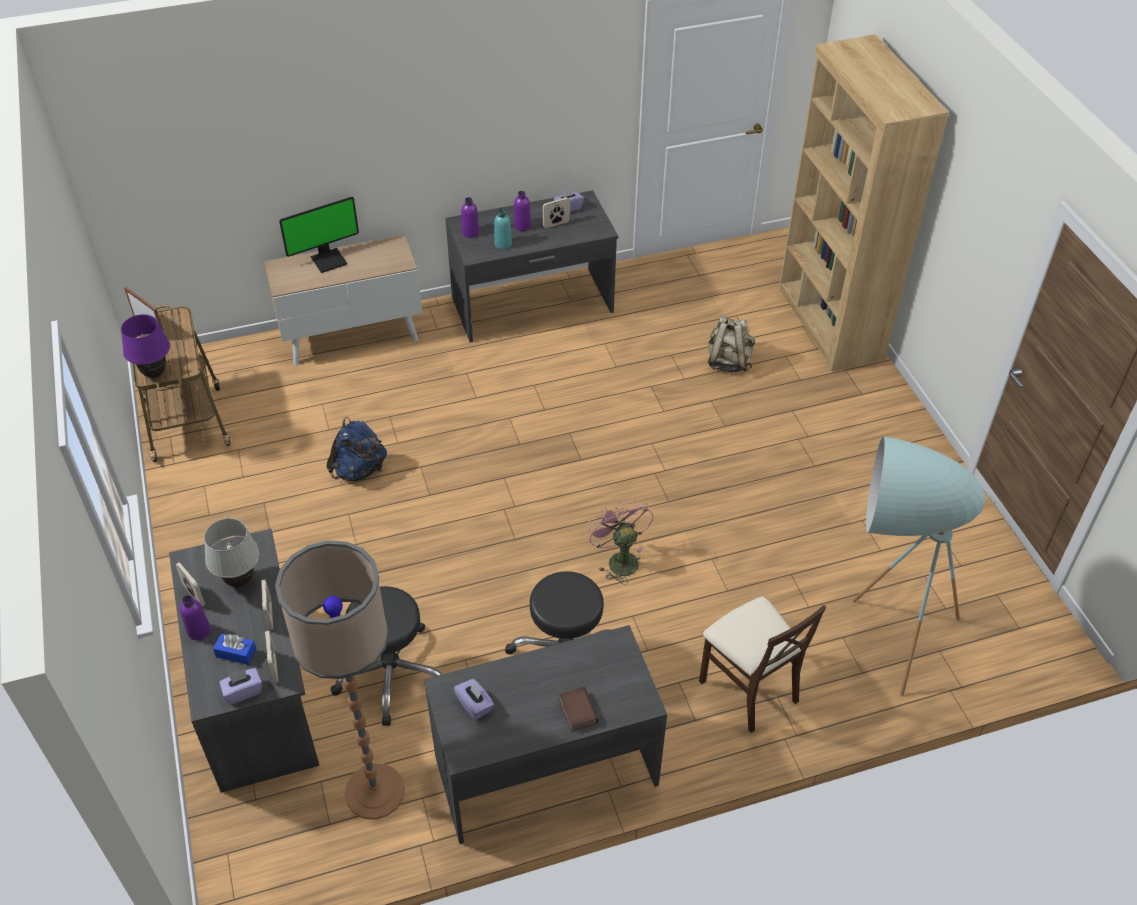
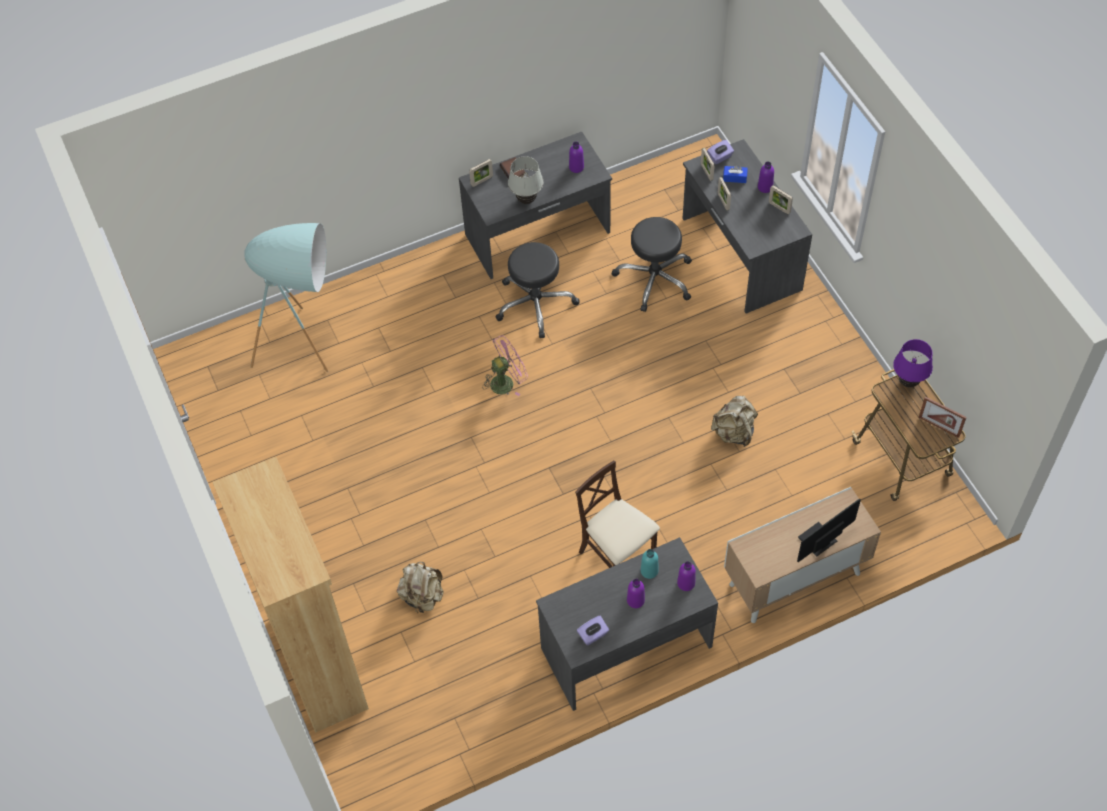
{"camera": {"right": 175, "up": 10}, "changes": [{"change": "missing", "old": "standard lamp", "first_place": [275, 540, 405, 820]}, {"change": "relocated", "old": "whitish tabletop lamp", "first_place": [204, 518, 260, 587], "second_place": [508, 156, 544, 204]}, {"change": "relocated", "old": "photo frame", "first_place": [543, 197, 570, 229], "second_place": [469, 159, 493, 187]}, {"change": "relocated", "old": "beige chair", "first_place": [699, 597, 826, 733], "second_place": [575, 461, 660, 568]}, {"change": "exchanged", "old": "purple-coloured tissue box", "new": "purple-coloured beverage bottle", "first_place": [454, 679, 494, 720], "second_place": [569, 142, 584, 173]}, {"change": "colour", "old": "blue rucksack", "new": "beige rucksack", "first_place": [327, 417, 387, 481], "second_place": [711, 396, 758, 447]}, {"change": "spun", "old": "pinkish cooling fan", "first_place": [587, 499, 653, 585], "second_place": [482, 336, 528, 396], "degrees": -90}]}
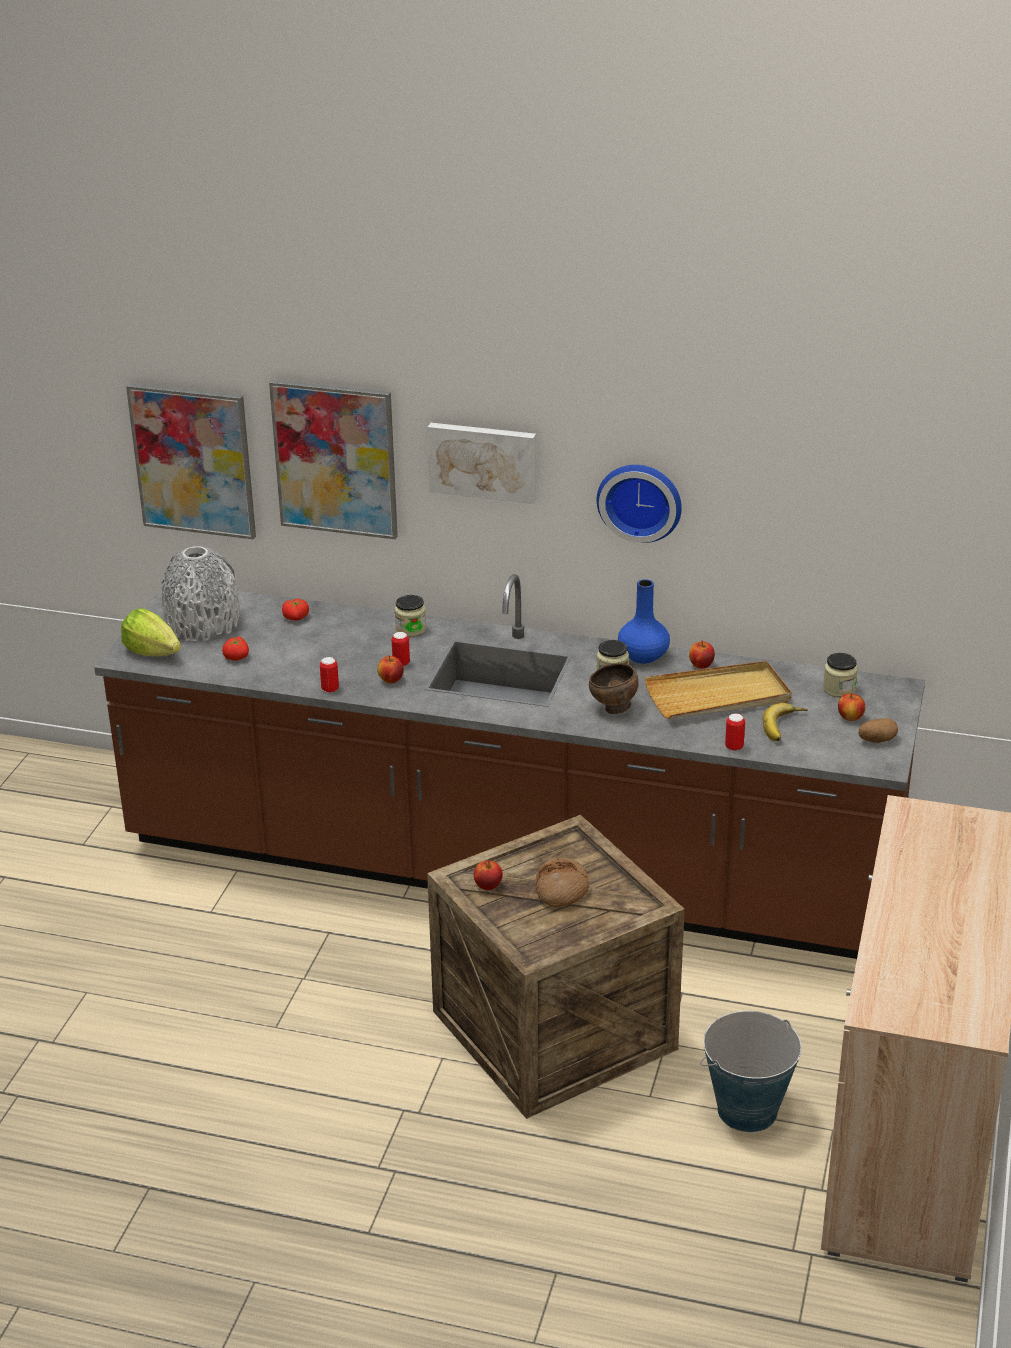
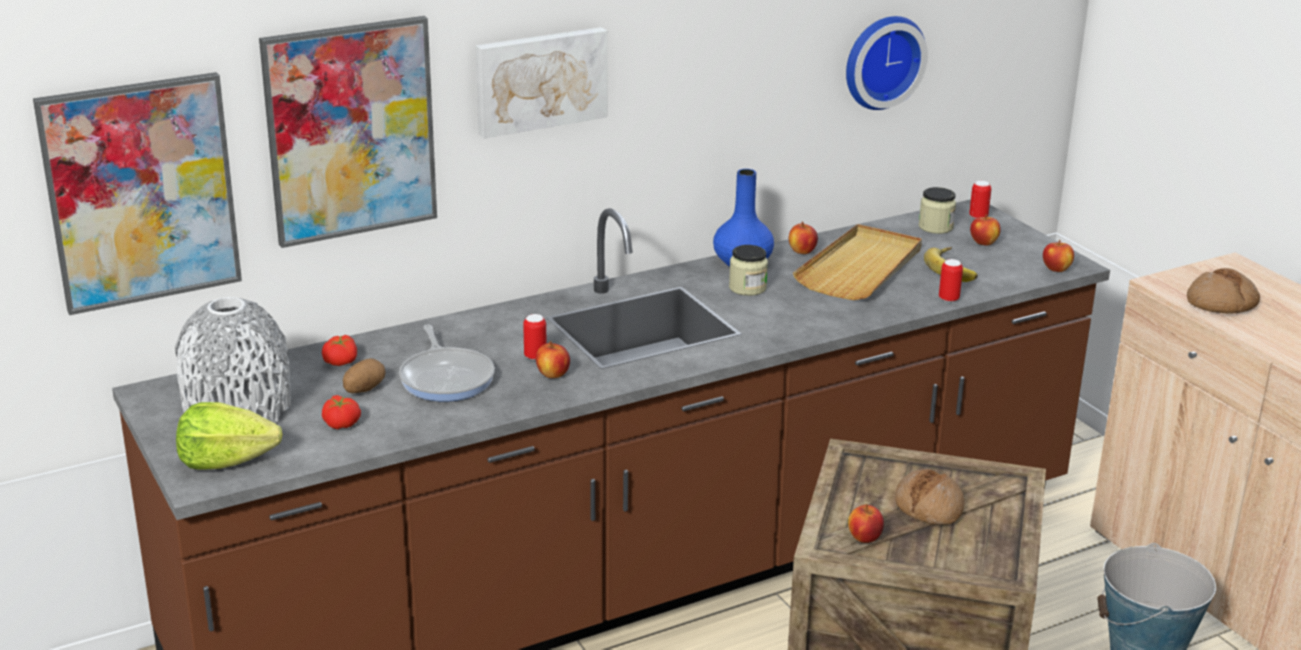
{"camera": {"right": -45, "up": -5}, "changes": [{"change": "missing", "old": "jar", "first_place": [395, 595, 426, 637]}, {"change": "missing", "old": "brownish serving bowl", "first_place": [589, 663, 639, 714]}, {"change": "appeared", "new": "frying pan", "second_place": [399, 324, 495, 402]}, {"change": "appeared", "new": "apple", "second_place": [1043, 240, 1074, 272]}, {"change": "appeared", "new": "bakery bread", "second_place": [1187, 268, 1260, 313]}, {"change": "relocated", "old": "metal can", "first_place": [320, 657, 339, 693], "second_place": [969, 181, 991, 219]}, {"change": "relocated", "old": "hanging clock", "first_place": [597, 465, 682, 543], "second_place": [846, 16, 928, 110]}, {"change": "relocated", "old": "spud", "first_place": [859, 718, 898, 743], "second_place": [343, 358, 386, 393]}]}
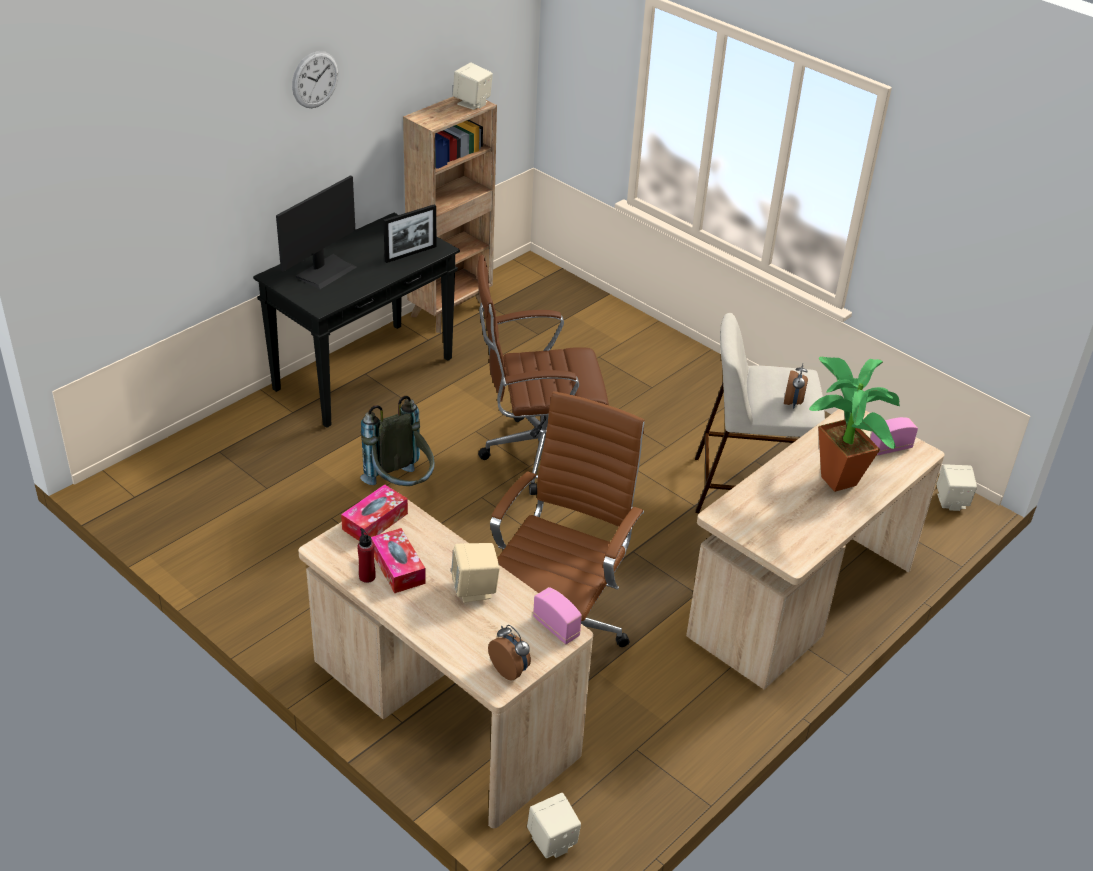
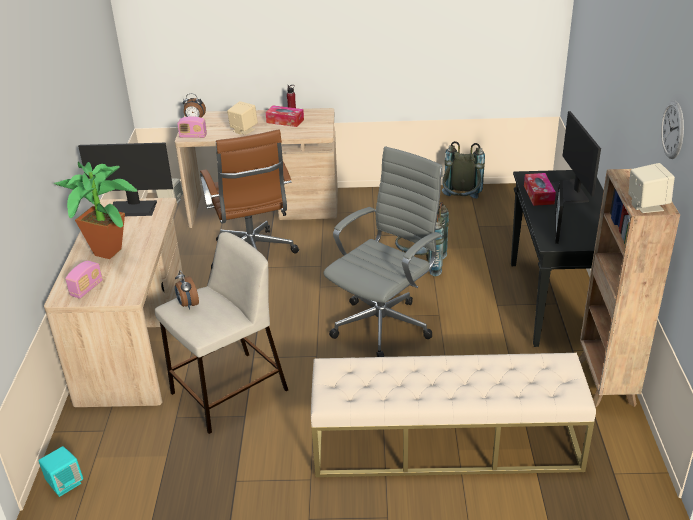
{"camera": {"right": 140, "up": -5}, "changes": [{"change": "appeared", "new": "monitor", "second_place": [78, 143, 173, 216]}, {"change": "appeared", "new": "beige indoor bench", "second_place": [311, 353, 596, 477]}, {"change": "appeared", "new": "gray rucksack", "second_place": [442, 141, 485, 199]}, {"change": "relocated", "old": "hanging clock", "first_place": [292, 51, 338, 108], "second_place": [661, 101, 684, 159]}, {"change": "relocated", "old": "tissue box", "first_place": [341, 484, 408, 541], "second_place": [524, 173, 556, 206]}, {"change": "colour", "old": "brownish computer chair", "new": "gray computer chair", "first_place": [477, 255, 609, 495], "second_place": [323, 146, 443, 357]}, {"change": "colour", "old": "beige loudspeaker", "new": "blue-green loudspeaker", "first_place": [936, 464, 977, 511], "second_place": [39, 446, 83, 497]}]}
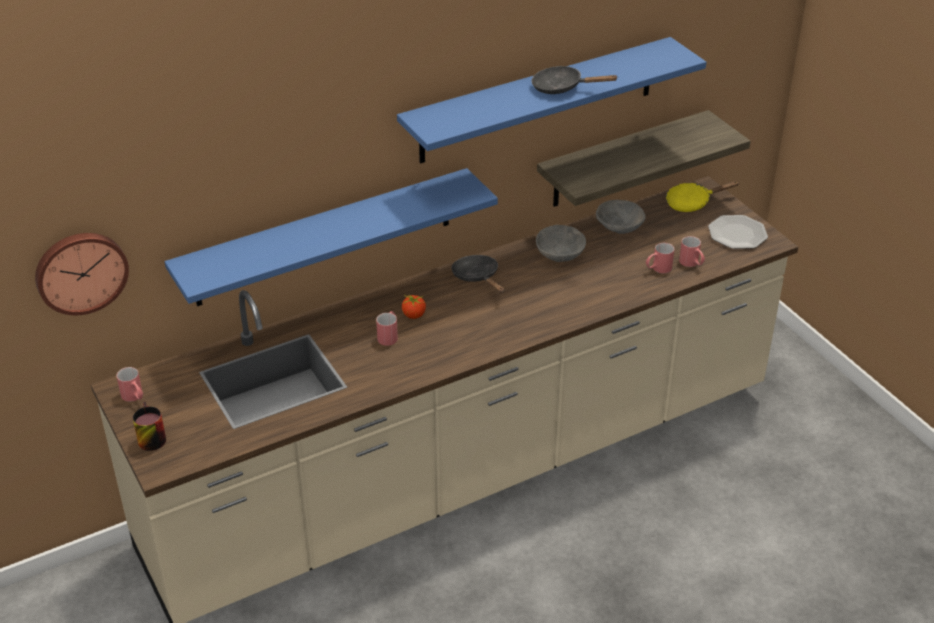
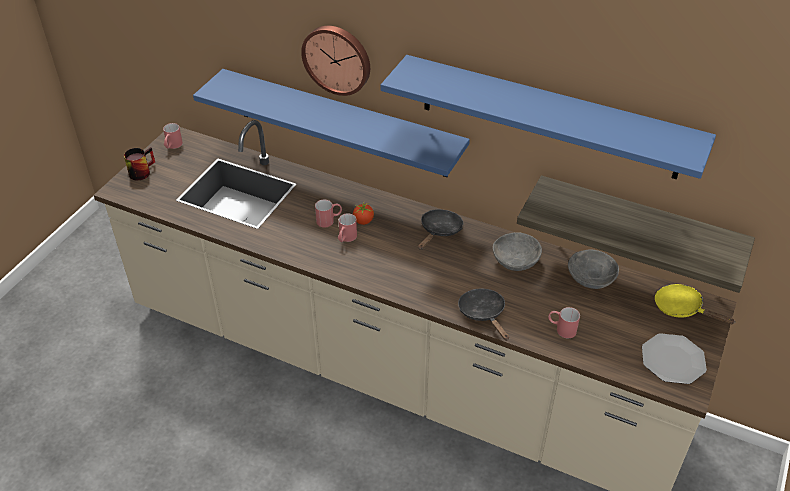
{"camera": {"right": 55, "up": 5}, "changes": [{"change": "relocated", "old": "hanging clock", "first_place": [35, 233, 129, 315], "second_place": [301, 26, 370, 96]}, {"change": "relocated", "old": "blackish frying pan", "first_place": [531, 66, 618, 94], "second_place": [458, 288, 509, 341]}, {"change": "relocated", "old": "red-coloured coffee mug", "first_place": [679, 236, 705, 267], "second_place": [338, 213, 357, 242]}]}
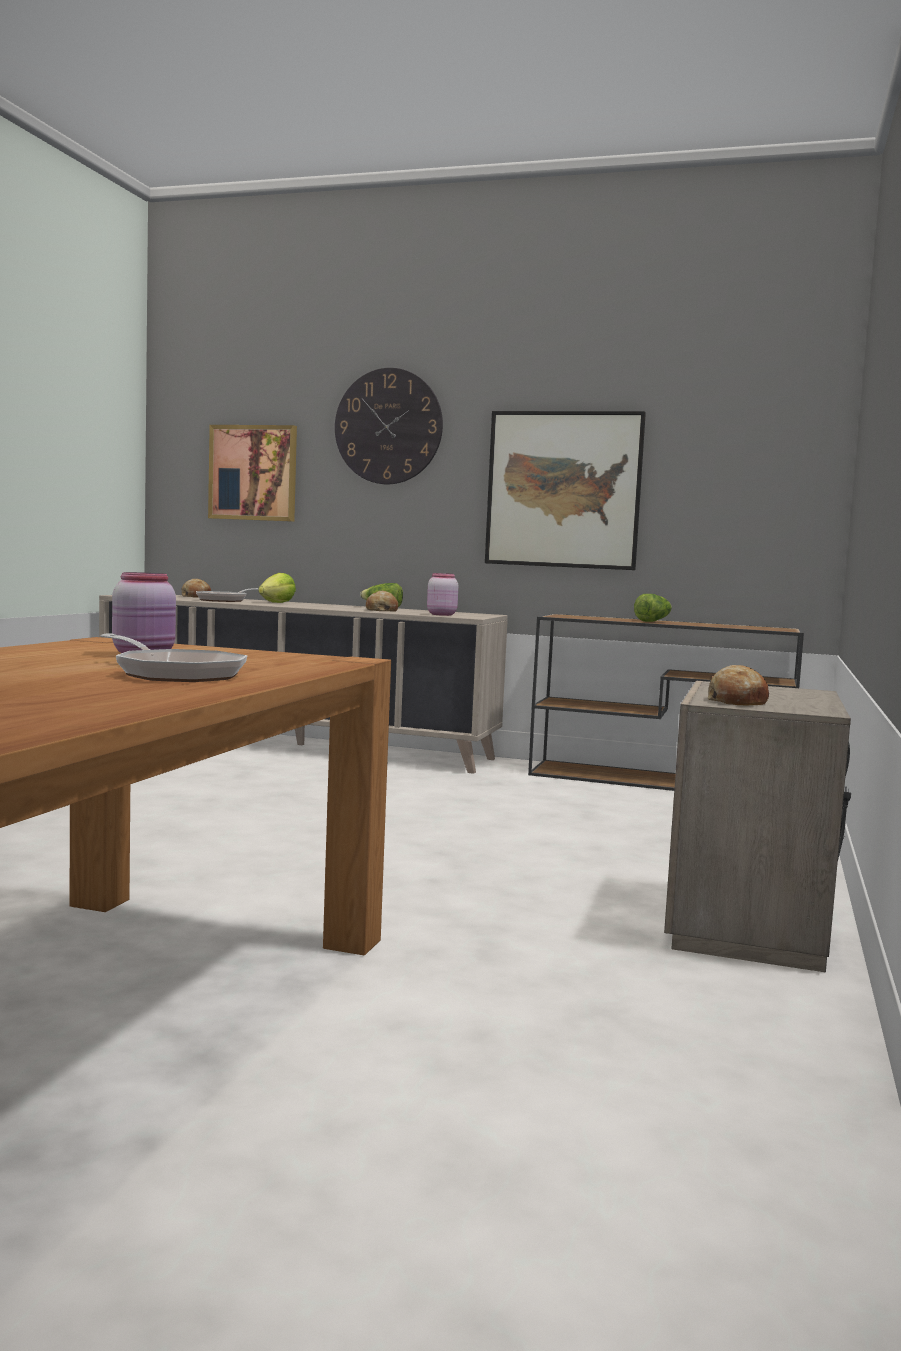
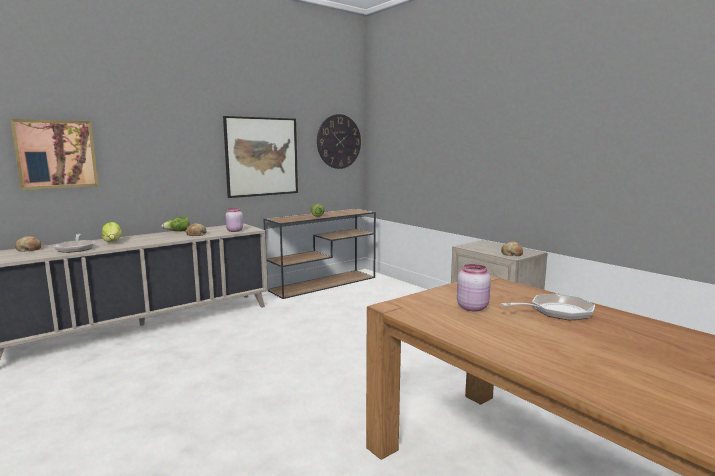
{"camera": {"right": -55, "up": 5}, "changes": [{"change": "relocated", "old": "hanging clock", "first_place": [335, 368, 443, 484], "second_place": [317, 114, 361, 169]}]}
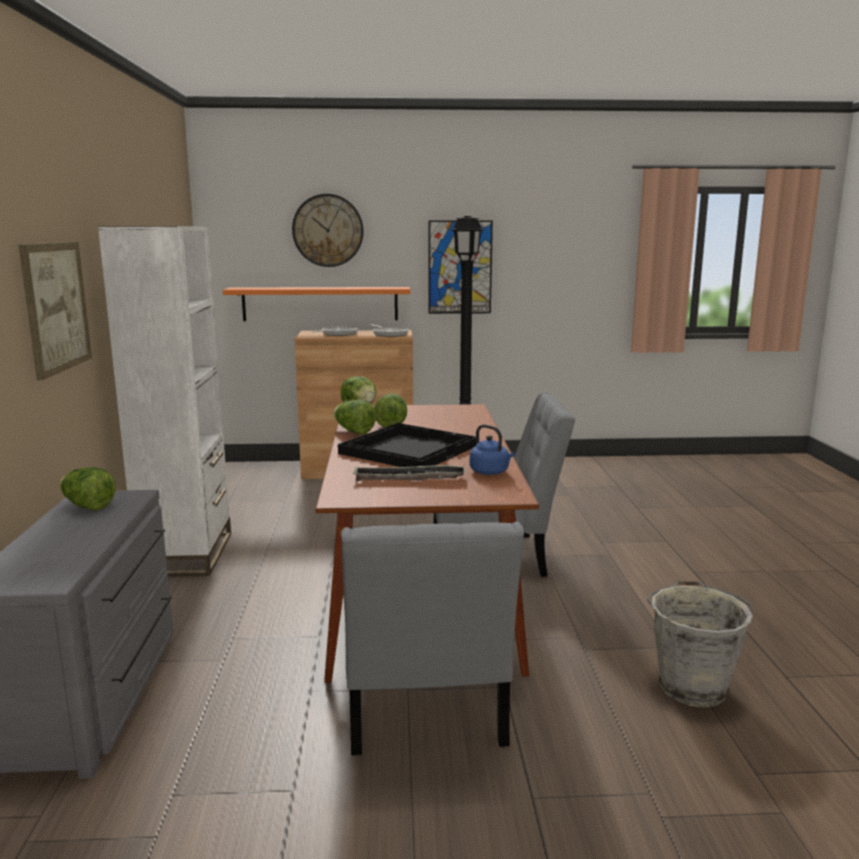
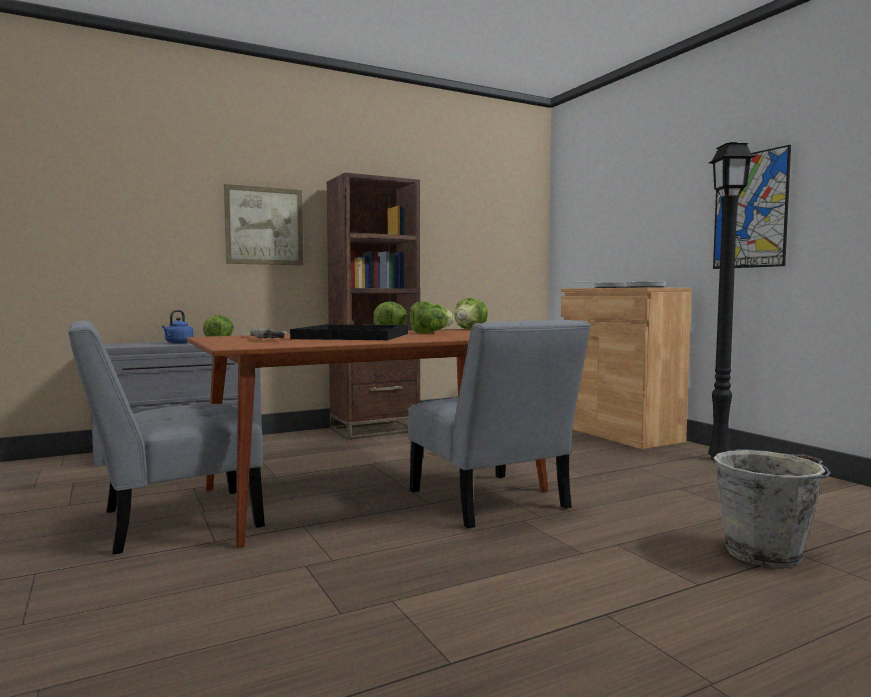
{"camera": {"right": 65, "up": -10}, "changes": [{"change": "missing", "old": "orange-coloured shelf", "first_place": [223, 287, 411, 321]}, {"change": "missing", "old": "hanging clock", "first_place": [292, 194, 363, 267]}, {"change": "relocated", "old": "blue kettle", "first_place": [470, 425, 514, 475], "second_place": [162, 310, 193, 344]}, {"change": "relocated", "old": "gray pail", "first_place": [647, 580, 753, 708], "second_place": [713, 449, 830, 568]}, {"change": "colour", "old": "whitish shelving unit", "new": "brownish shelving unit", "first_place": [98, 226, 231, 577], "second_place": [326, 173, 420, 440]}]}
